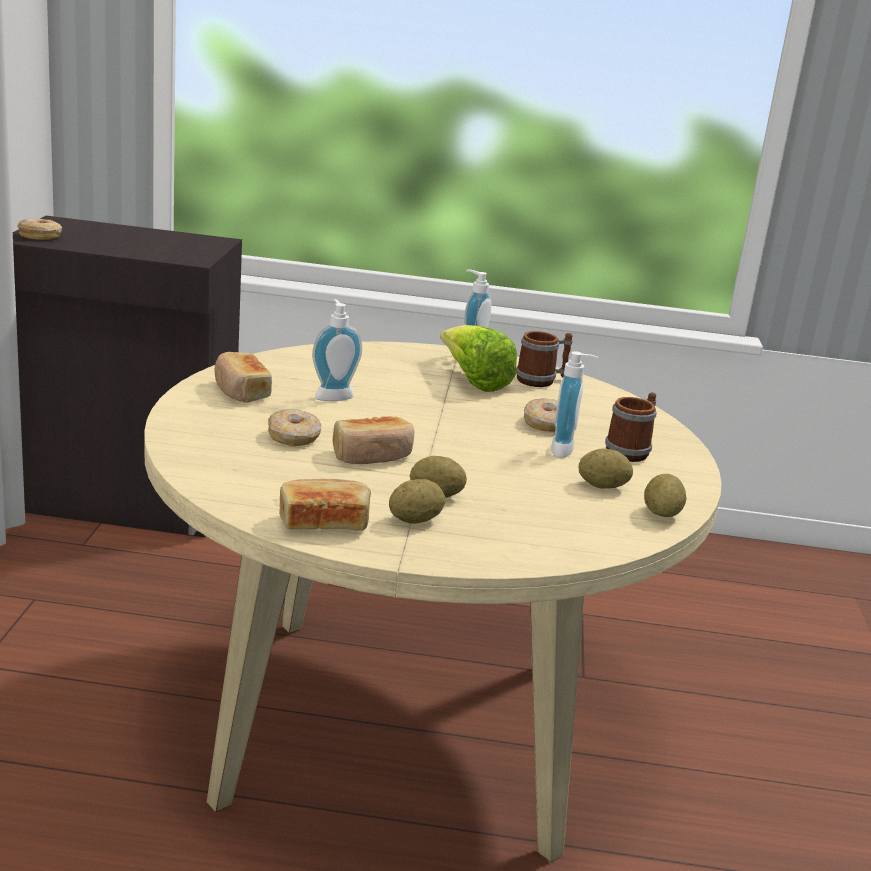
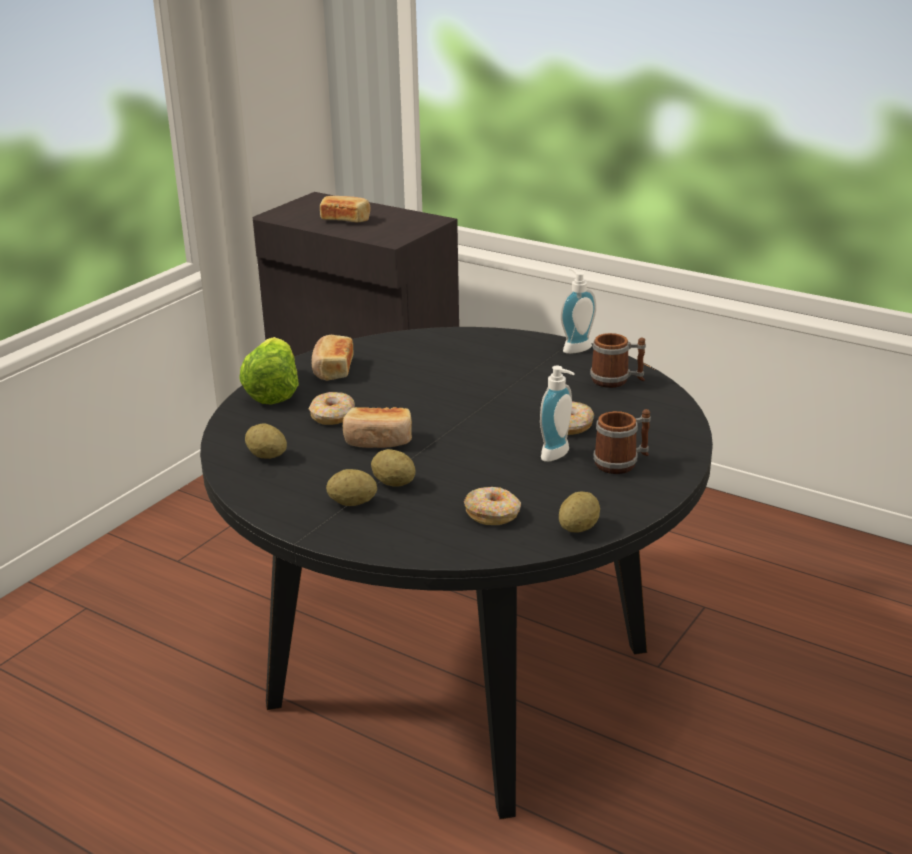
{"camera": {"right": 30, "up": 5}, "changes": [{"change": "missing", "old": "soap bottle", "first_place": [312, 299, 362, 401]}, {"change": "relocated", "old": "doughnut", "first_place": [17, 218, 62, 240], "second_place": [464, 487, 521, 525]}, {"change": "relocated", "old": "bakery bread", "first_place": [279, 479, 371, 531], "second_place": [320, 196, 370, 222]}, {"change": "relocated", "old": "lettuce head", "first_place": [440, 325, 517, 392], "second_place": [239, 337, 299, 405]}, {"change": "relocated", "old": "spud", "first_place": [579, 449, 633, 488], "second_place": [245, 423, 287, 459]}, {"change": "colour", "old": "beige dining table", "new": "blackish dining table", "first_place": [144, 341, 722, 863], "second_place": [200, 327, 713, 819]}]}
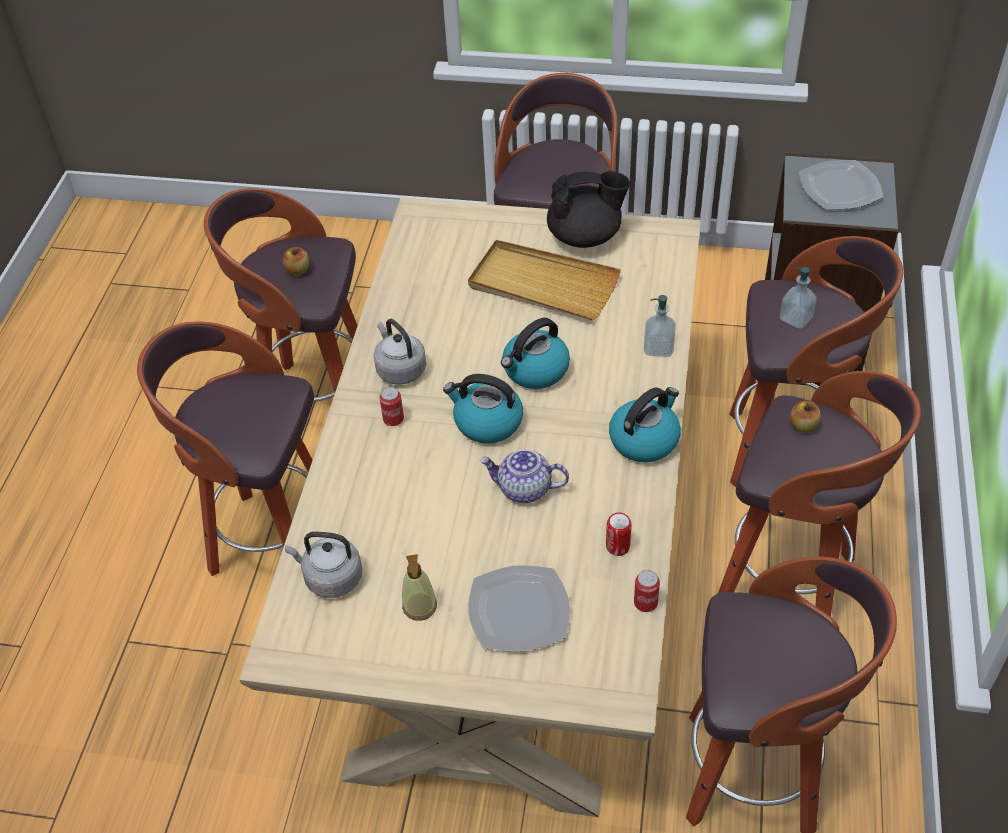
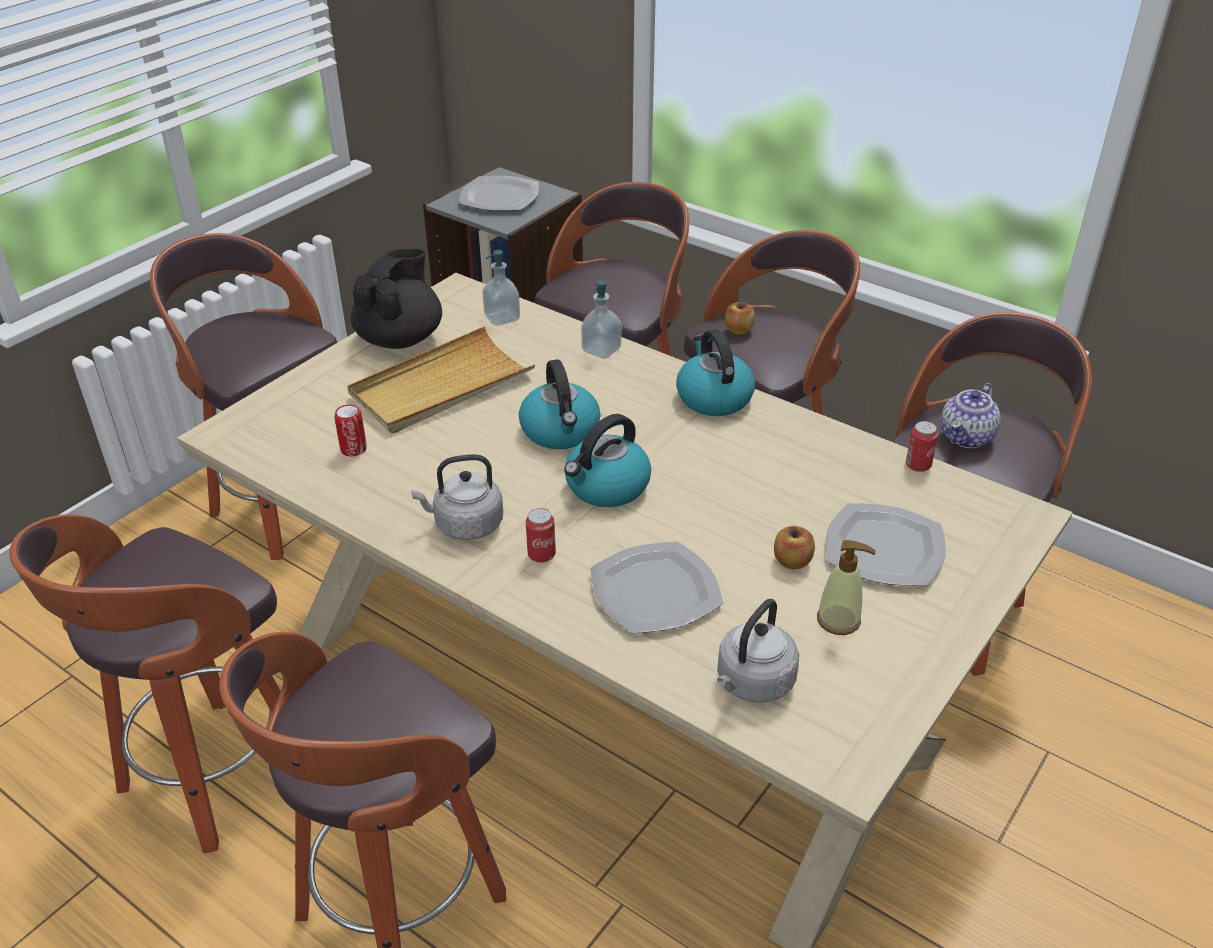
{"camera": {"right": -65, "up": -10}, "changes": [{"change": "appeared", "new": "dinner plate", "second_place": [590, 541, 723, 634]}, {"change": "relocated", "old": "apple", "first_place": [283, 247, 309, 276], "second_place": [774, 526, 815, 569]}, {"change": "relocated", "old": "tea pot", "first_place": [480, 449, 569, 503], "second_place": [941, 383, 1001, 448]}, {"change": "relocated", "old": "metal can", "first_place": [606, 513, 632, 556], "second_place": [334, 405, 367, 457]}, {"change": "relocated", "old": "soap bottle", "first_place": [780, 267, 817, 329], "second_place": [482, 250, 520, 326]}]}
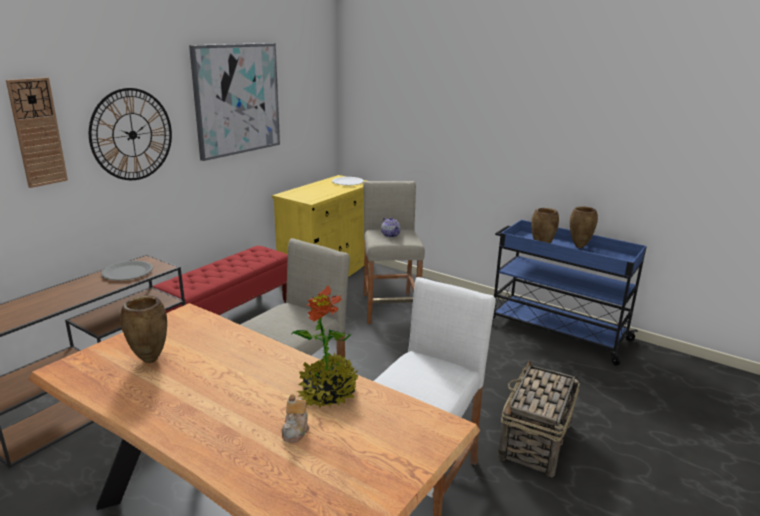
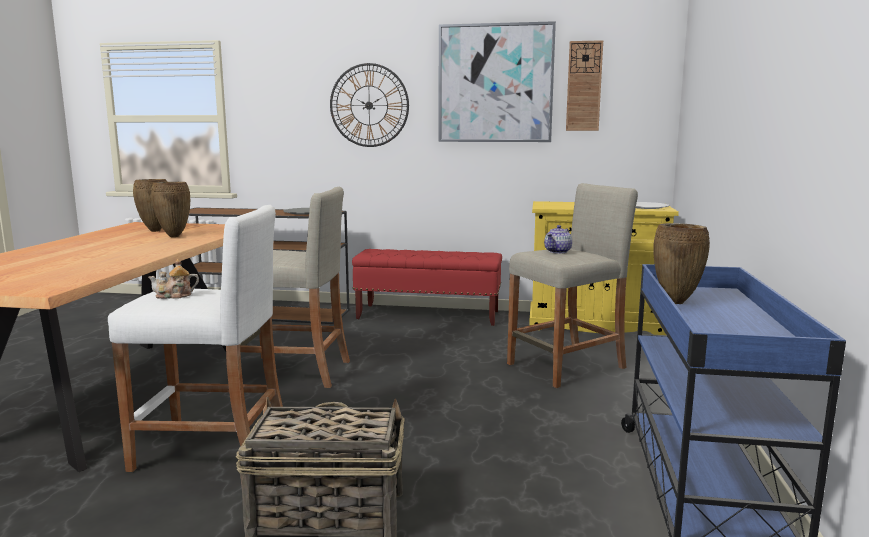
{"camera": {"right": 65, "up": -10}, "changes": [{"change": "missing", "old": "potted plant", "first_place": [292, 286, 358, 408]}, {"change": "relocated", "old": "hanging clock", "first_place": [6, 77, 68, 188], "second_place": [566, 40, 603, 131]}, {"change": "relocated", "old": "tea pot", "first_place": [282, 394, 309, 443], "second_place": [148, 259, 199, 299]}, {"change": "relocated", "old": "brownish vase", "first_place": [570, 206, 598, 248], "second_place": [151, 182, 190, 237]}]}
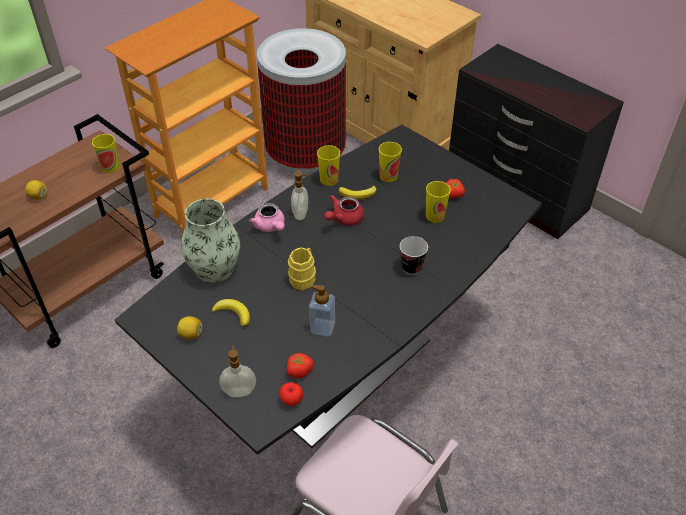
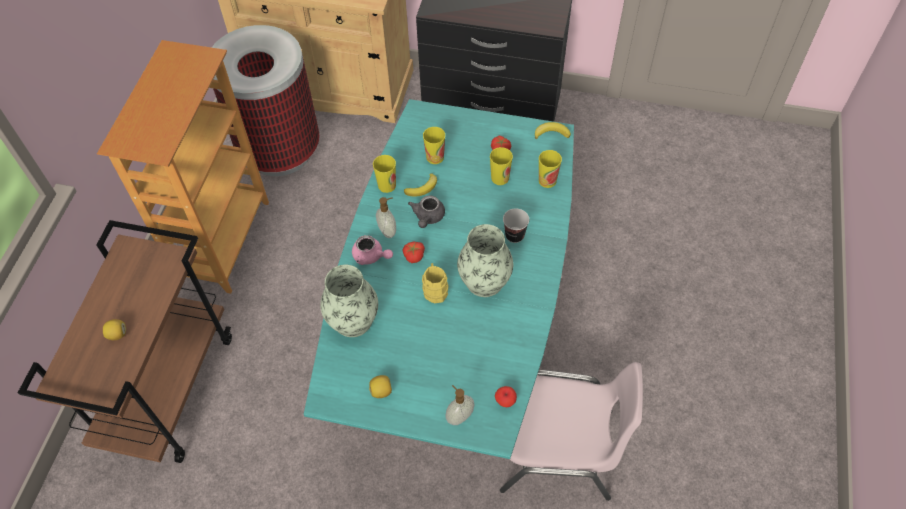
{"camera": {"right": -30, "up": 10}, "changes": [{"change": "missing", "old": "soap bottle", "first_place": [309, 285, 335, 337]}, {"change": "appeared", "new": "vase", "second_place": [457, 224, 513, 297]}, {"change": "relocated", "old": "cup", "first_place": [92, 134, 120, 173], "second_place": [539, 150, 562, 188]}, {"change": "relocated", "old": "whole banana", "first_place": [212, 299, 250, 327], "second_place": [535, 122, 571, 139]}, {"change": "relocated", "old": "fresh tomato", "first_place": [287, 353, 314, 379], "second_place": [403, 242, 425, 263]}, {"change": "colour", "old": "blackish dining table", "new": "blue-green dining table", "first_place": [115, 125, 542, 455], "second_place": [304, 99, 574, 459]}, {"change": "colour", "old": "red-coloured tea pot", "new": "gray tea pot", "first_place": [324, 195, 364, 226], "second_place": [408, 195, 445, 228]}]}
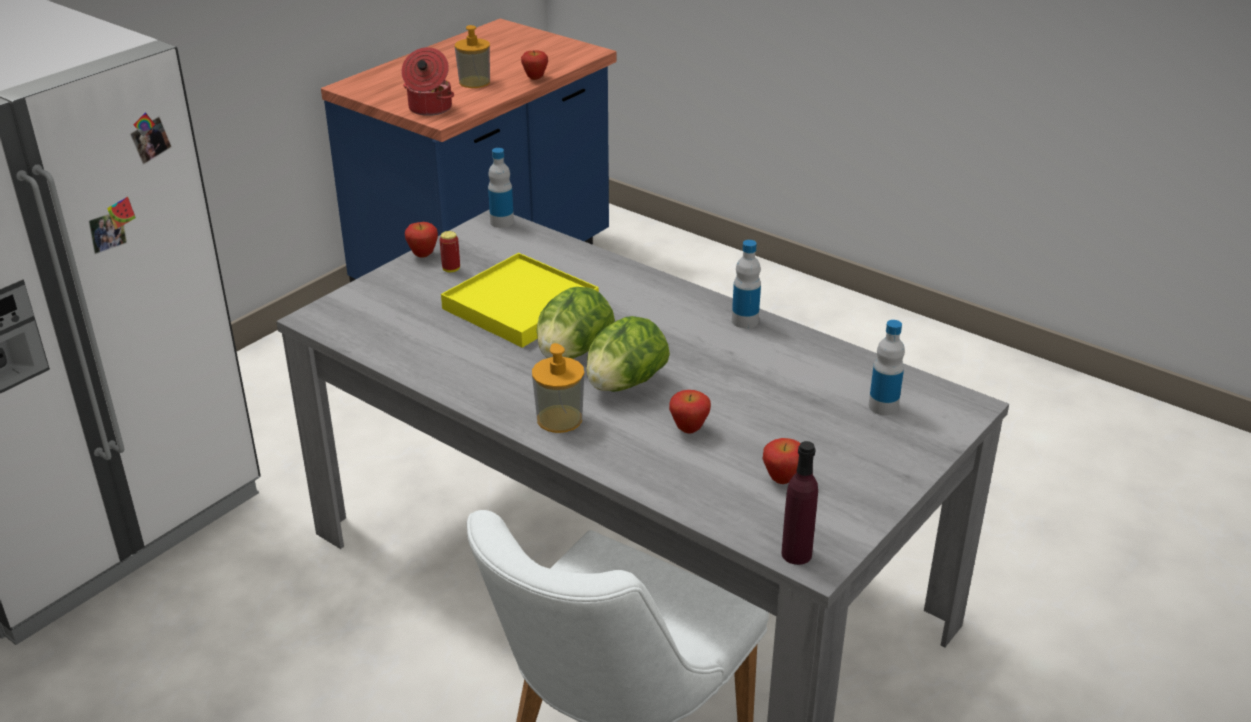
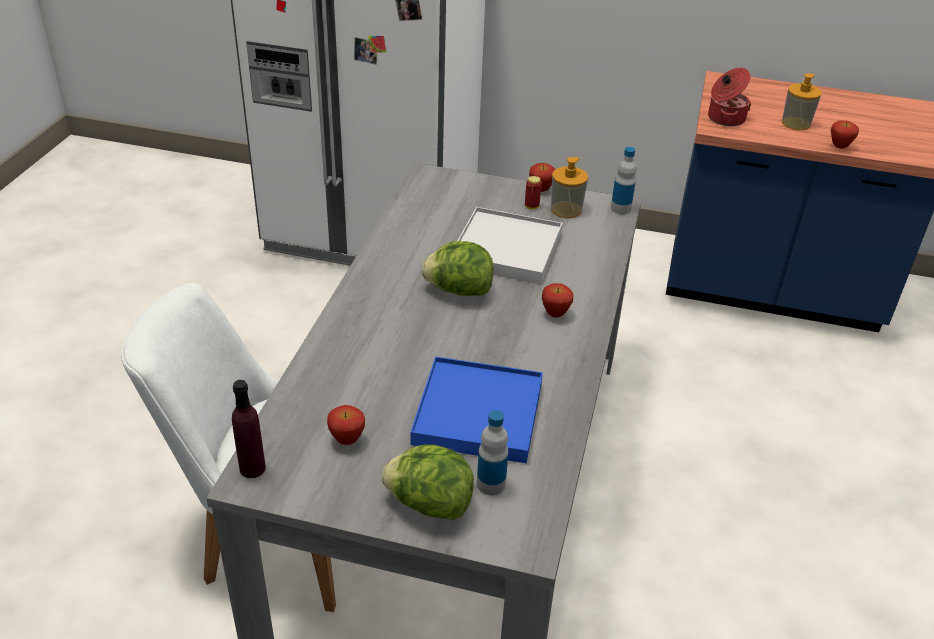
{"camera": {"right": 65, "up": 5}, "changes": [{"change": "missing", "old": "beverage bottle", "first_place": [732, 240, 761, 328]}, {"change": "appeared", "new": "blue carrying tray", "second_place": [410, 356, 543, 463]}, {"change": "relocated", "old": "soap bottle", "first_place": [532, 343, 584, 433], "second_place": [551, 157, 588, 218]}, {"change": "relocated", "old": "lettuce head", "first_place": [586, 316, 670, 392], "second_place": [381, 444, 474, 520]}, {"change": "relocated", "old": "apple", "first_place": [669, 390, 711, 434], "second_place": [542, 283, 573, 318]}, {"change": "colour", "old": "yellow carrying tray", "new": "whitish carrying tray", "first_place": [441, 253, 599, 348], "second_place": [458, 207, 562, 284]}]}
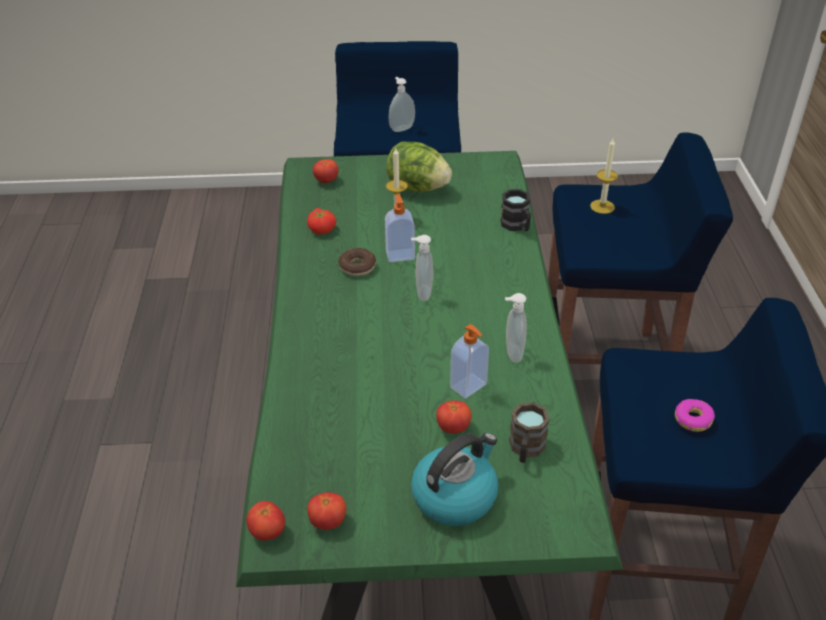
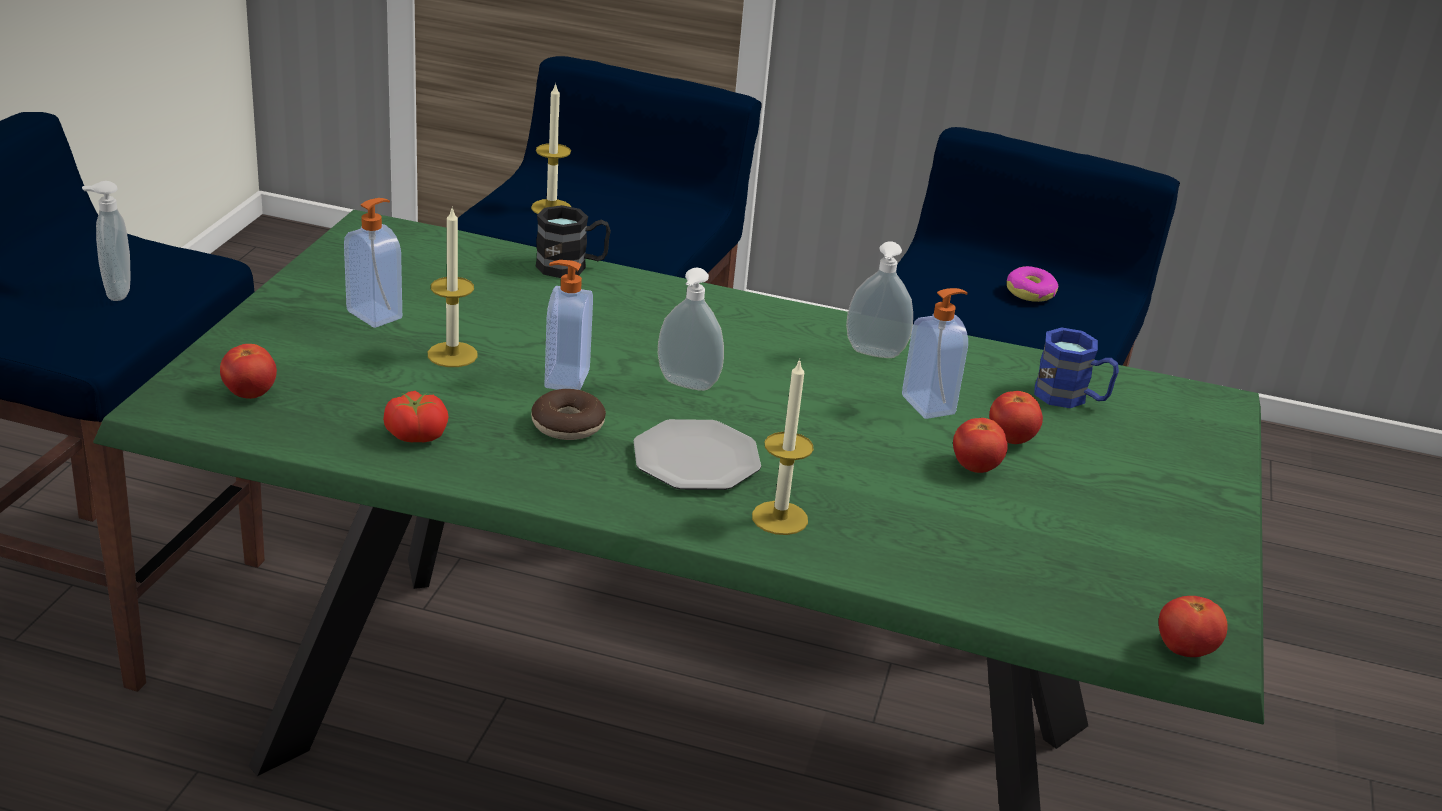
{"camera": {"right": -75, "up": -10}, "changes": [{"change": "missing", "old": "kettle", "first_place": [411, 433, 498, 526]}, {"change": "appeared", "new": "dinner plate", "second_place": [634, 419, 761, 490]}, {"change": "appeared", "new": "candle", "second_place": [752, 359, 814, 535]}, {"change": "relocated", "old": "fresh tomato", "first_place": [307, 492, 346, 530], "second_place": [953, 418, 1008, 473]}, {"change": "exchanged", "old": "lettuce head", "new": "soap bottle", "first_place": [386, 141, 452, 192], "second_place": [344, 198, 402, 328]}, {"change": "colour", "old": "brownish coffee mug", "new": "blue coffee mug", "first_place": [509, 402, 550, 463], "second_place": [1034, 327, 1119, 408]}]}
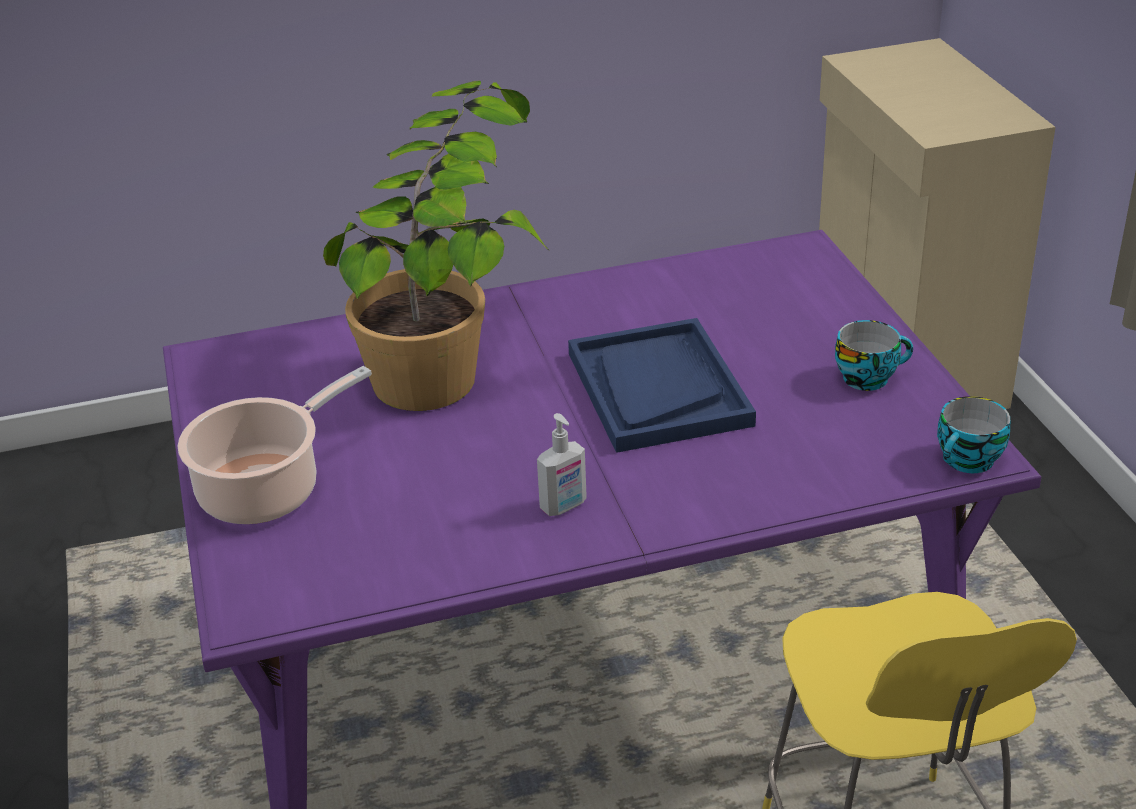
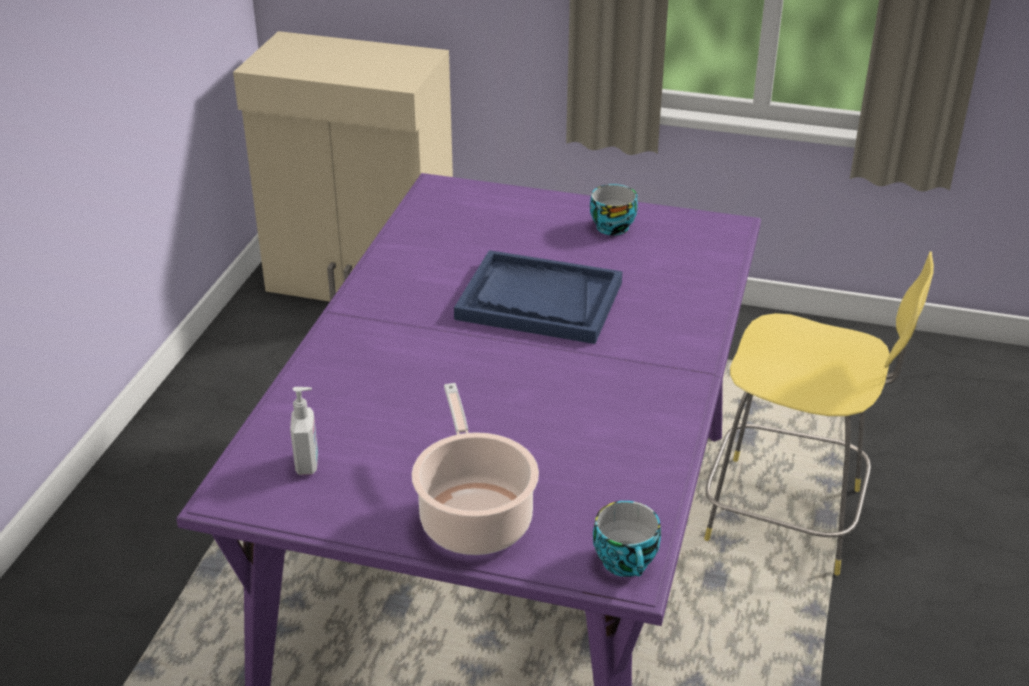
{"camera": {"right": -60, "up": 0}, "changes": [{"change": "missing", "old": "potted plant", "first_place": [323, 81, 549, 411]}, {"change": "relocated", "old": "soap bottle", "first_place": [537, 413, 587, 516], "second_place": [290, 387, 318, 475]}, {"change": "relocated", "old": "cup", "first_place": [937, 396, 1010, 473], "second_place": [593, 501, 661, 577]}]}
